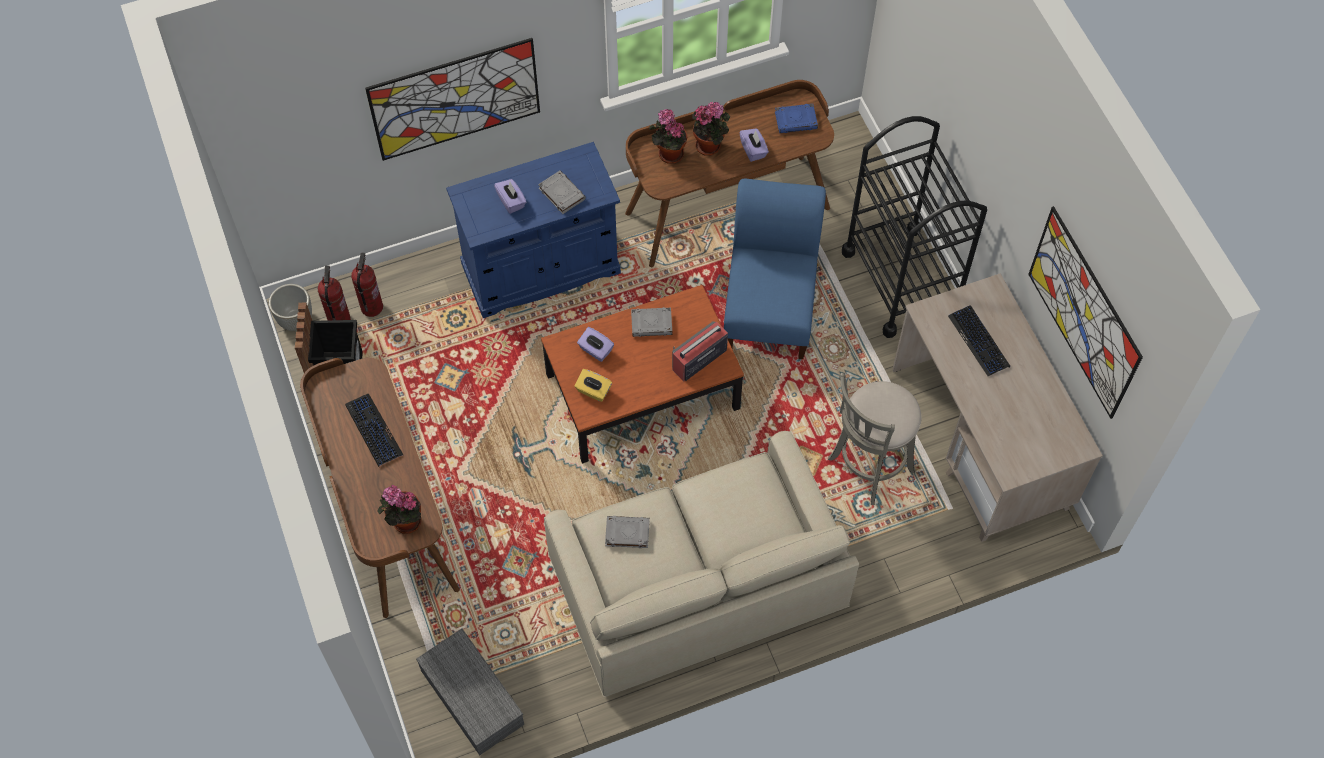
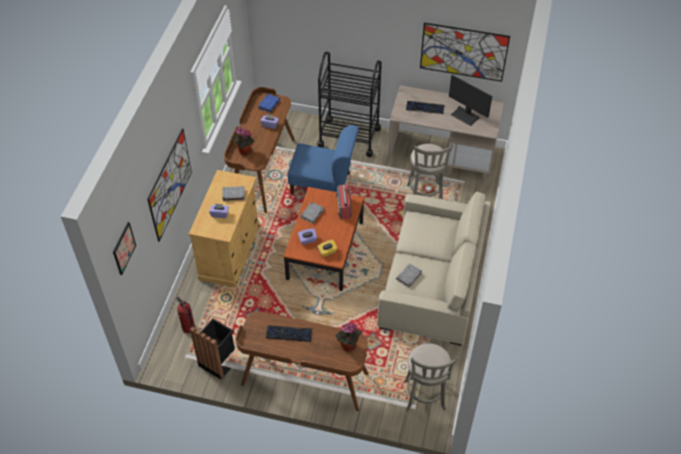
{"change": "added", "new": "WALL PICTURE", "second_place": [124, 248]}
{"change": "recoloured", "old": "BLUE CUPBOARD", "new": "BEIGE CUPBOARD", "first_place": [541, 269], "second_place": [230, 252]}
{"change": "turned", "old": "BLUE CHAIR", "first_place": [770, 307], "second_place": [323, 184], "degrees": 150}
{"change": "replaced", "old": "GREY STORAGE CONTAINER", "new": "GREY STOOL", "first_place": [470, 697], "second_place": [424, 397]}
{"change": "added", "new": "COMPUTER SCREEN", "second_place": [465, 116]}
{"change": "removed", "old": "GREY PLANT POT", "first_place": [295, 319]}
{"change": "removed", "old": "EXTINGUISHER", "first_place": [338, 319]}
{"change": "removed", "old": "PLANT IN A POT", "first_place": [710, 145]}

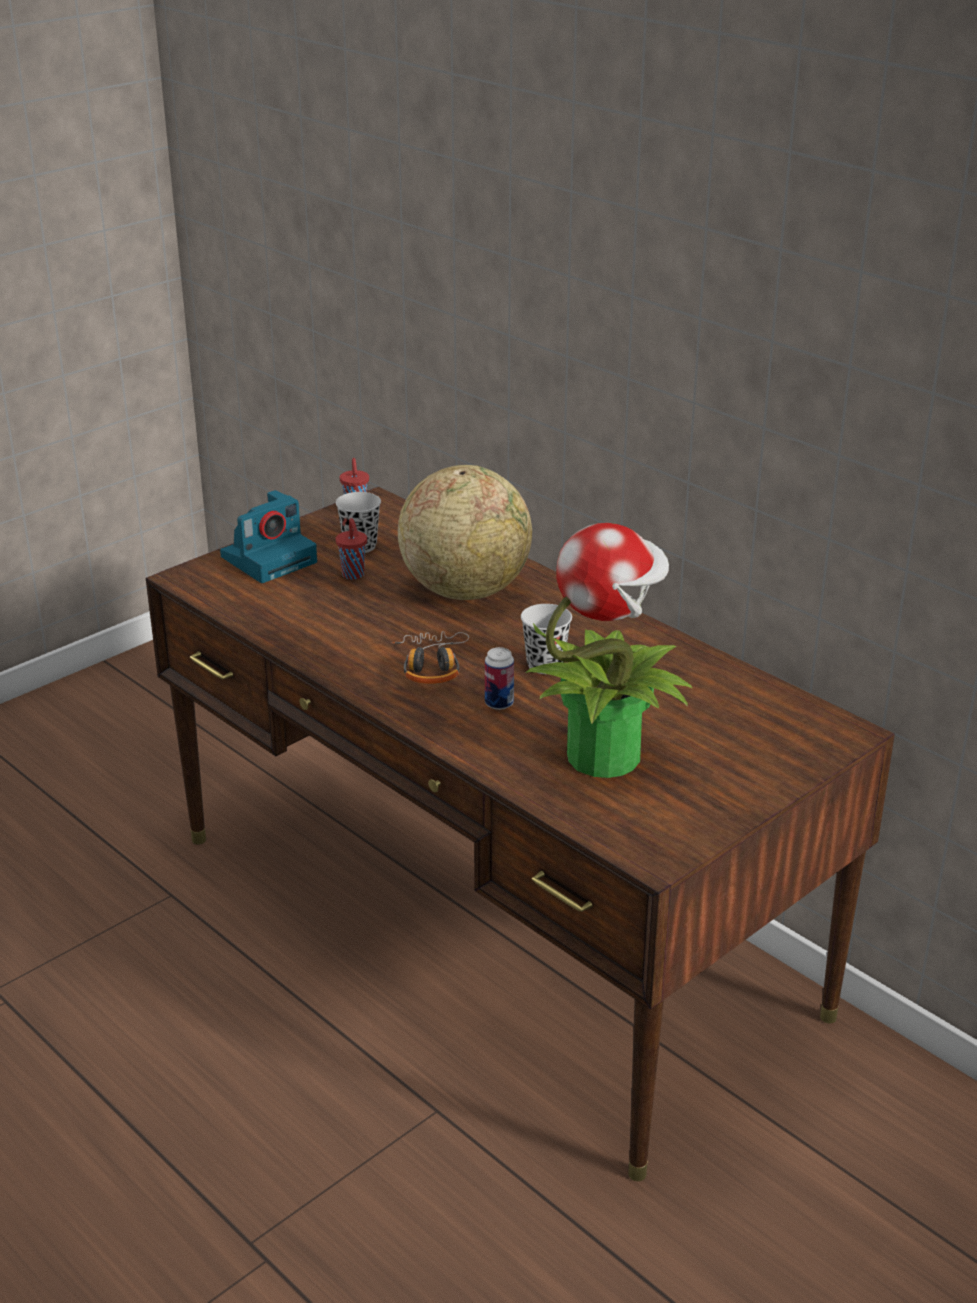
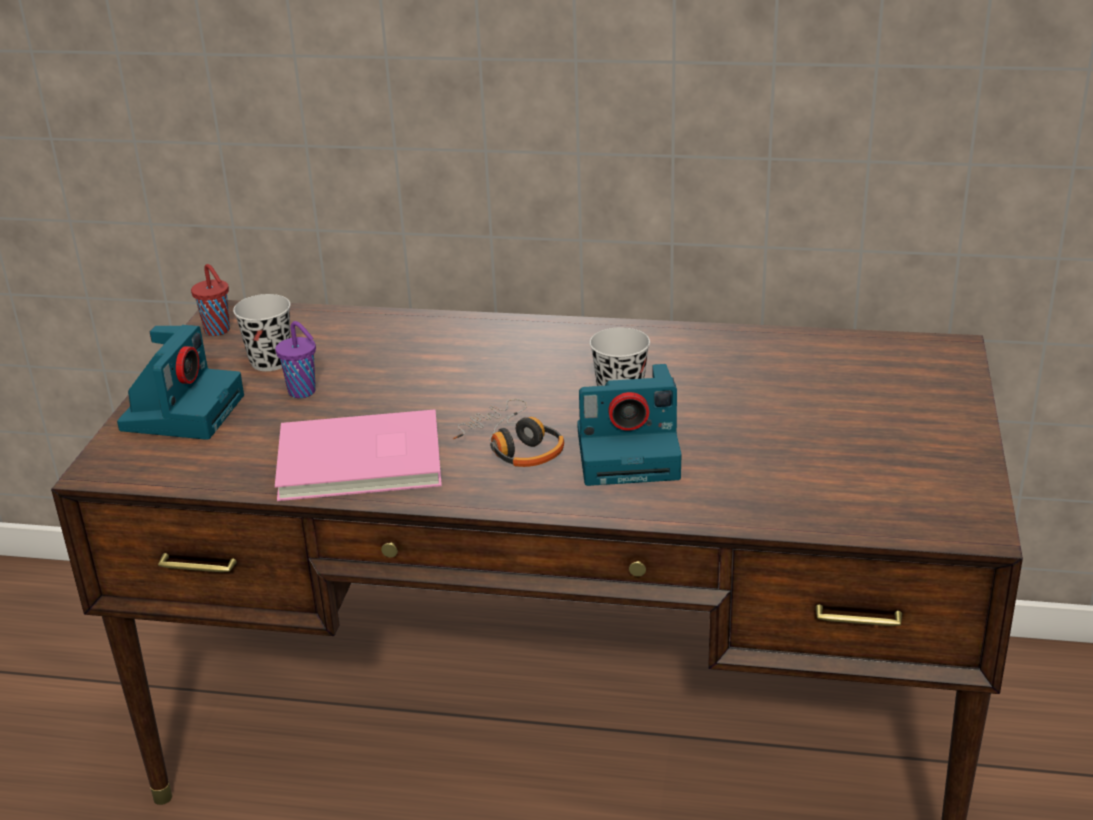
{"change": "recoloured", "old": "RED SMALL CUP", "new": "PURPLE SMALL CUP", "first_place": [353, 575], "second_place": [303, 392]}
{"change": "added", "new": "PINK-COLOURED VOLUME", "second_place": [362, 462]}
{"change": "replaced", "old": "SEALED CAN", "new": "STILL CAMERA", "first_place": [499, 703], "second_place": [630, 453]}
{"change": "removed", "old": "WORLD GLOBE", "first_place": [465, 590]}
{"change": "removed", "old": "PLANT IN A POT", "first_place": [605, 755]}

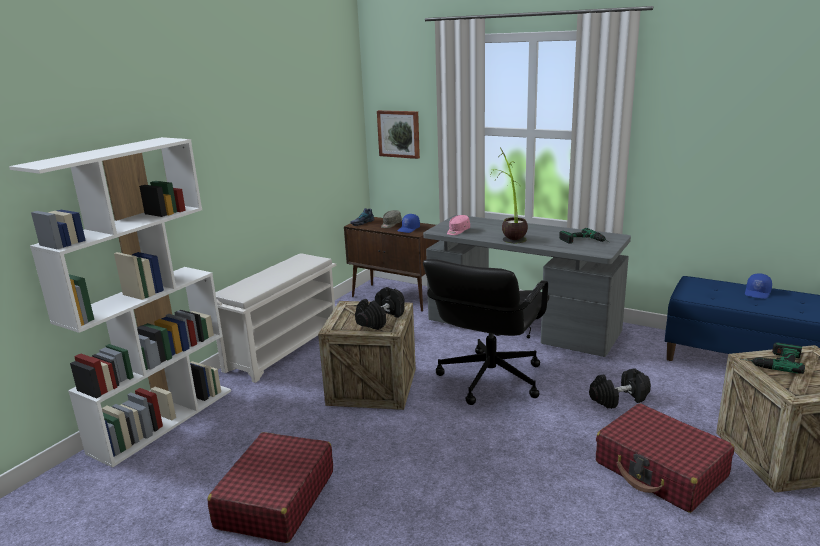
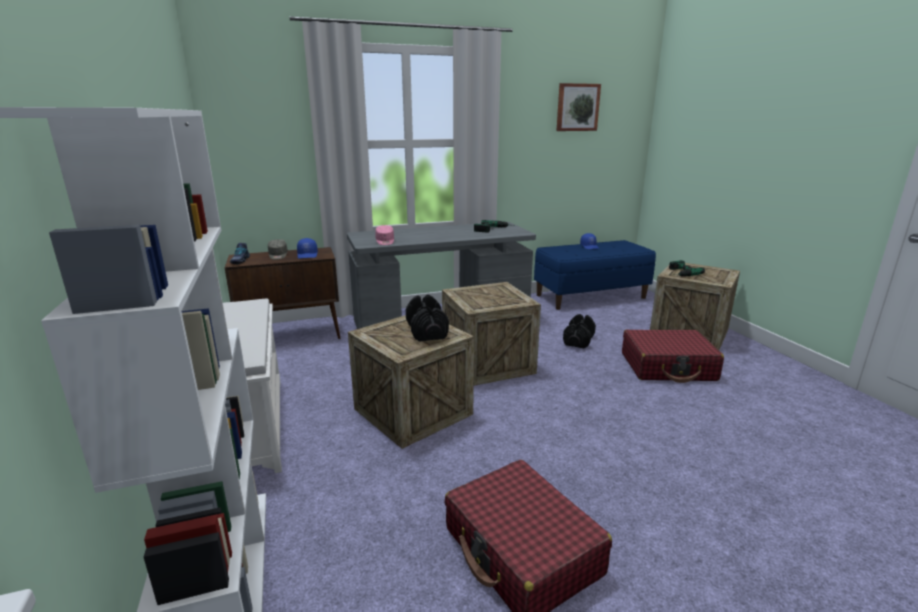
{"change": "replaced", "old": "BLACK-COLOURED OFFICE CHAIR", "new": "CRATE", "first_place": [489, 379], "second_place": [487, 363]}
{"change": "moved", "old": "WALL PICTURE", "first_place": [399, 134], "second_place": [577, 107]}
{"change": "removed", "old": "PLANT IN A POT", "first_place": [510, 235]}

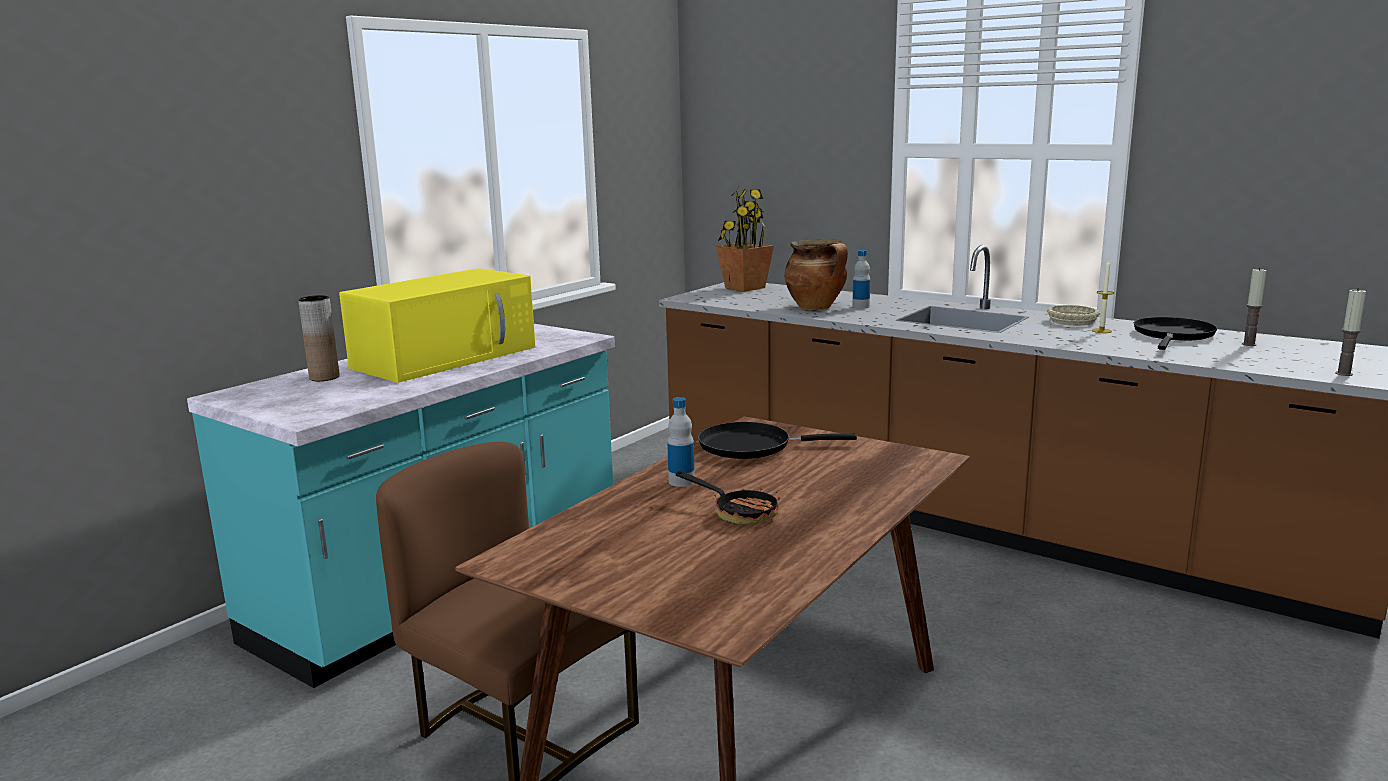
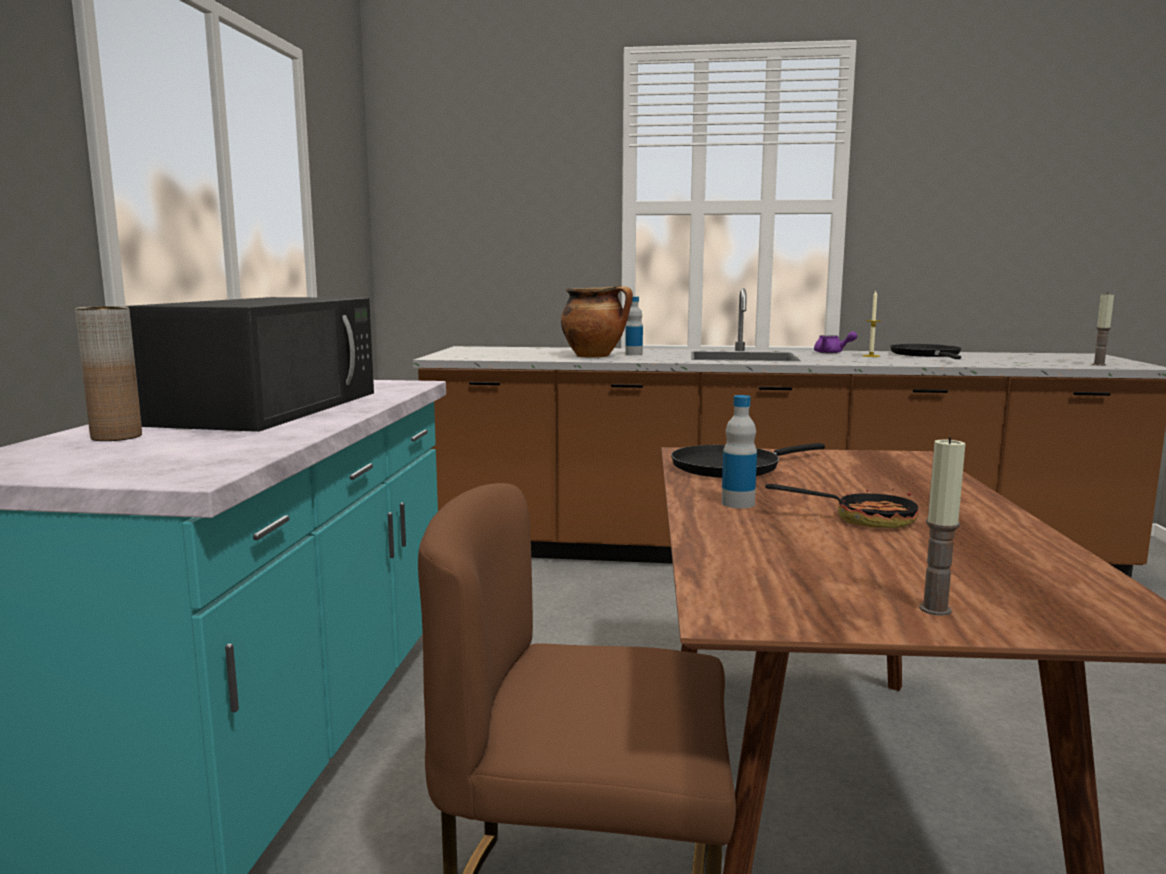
{"change": "recoloured", "old": "YELLOW-COLOURED MICROWAVE", "new": "BLACK-COLOURED MICROWAVE", "first_place": [447, 357], "second_place": [270, 407]}
{"change": "replaced", "old": "BEIGE SERVING BOWL", "new": "PURPLE POT FOR TEA", "first_place": [1072, 321], "second_place": [832, 353]}
{"change": "moved", "old": "CANDLE", "first_place": [1249, 344], "second_place": [935, 609]}
{"change": "removed", "old": "PLANT IN A POT", "first_place": [744, 288]}

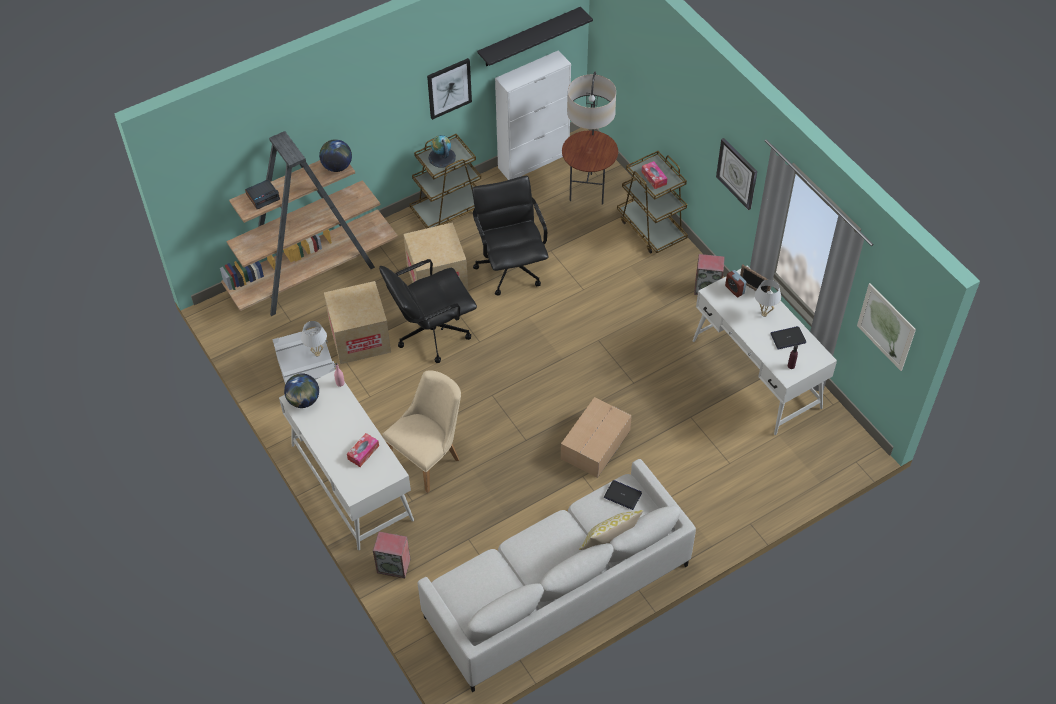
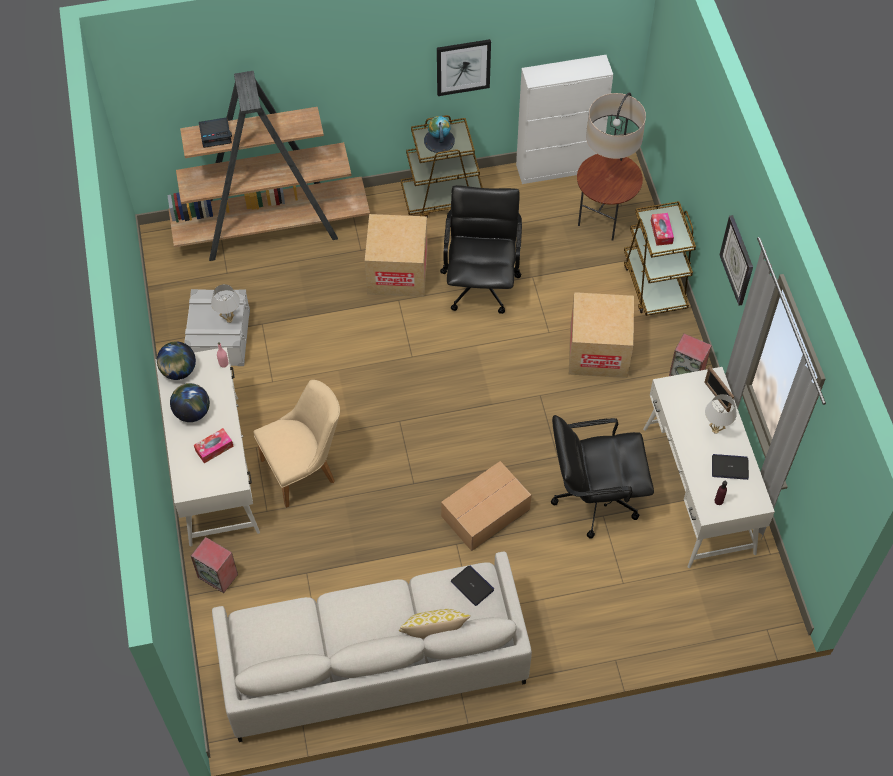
{"change": "moved", "old": "WORLD GLOBE", "first_place": [337, 166], "second_place": [192, 412]}
{"change": "moved", "old": "BLACK-COLOURED OFFICE CHAIR", "first_place": [431, 333], "second_place": [594, 497]}
{"change": "moved", "old": "CARTON", "first_place": [360, 338], "second_place": [598, 351]}
{"change": "removed", "old": "BLACK-COLOURED WALL SHELF", "first_place": [529, 37]}
{"change": "removed", "old": "ALARM CLOCK", "first_place": [734, 290]}
{"change": "removed", "old": "WALL PICTURE", "first_place": [886, 327]}

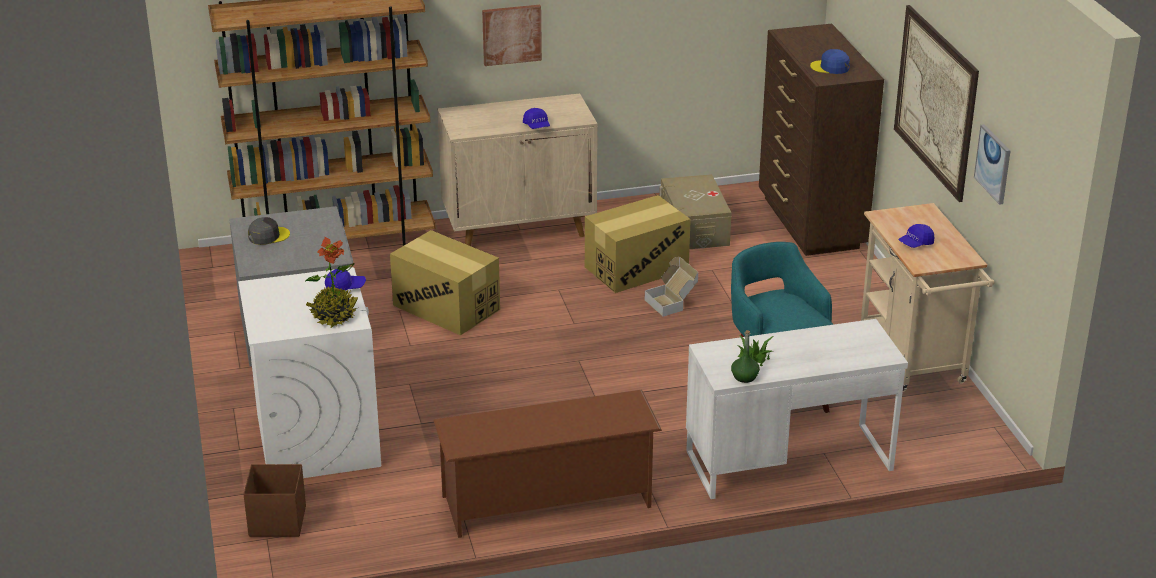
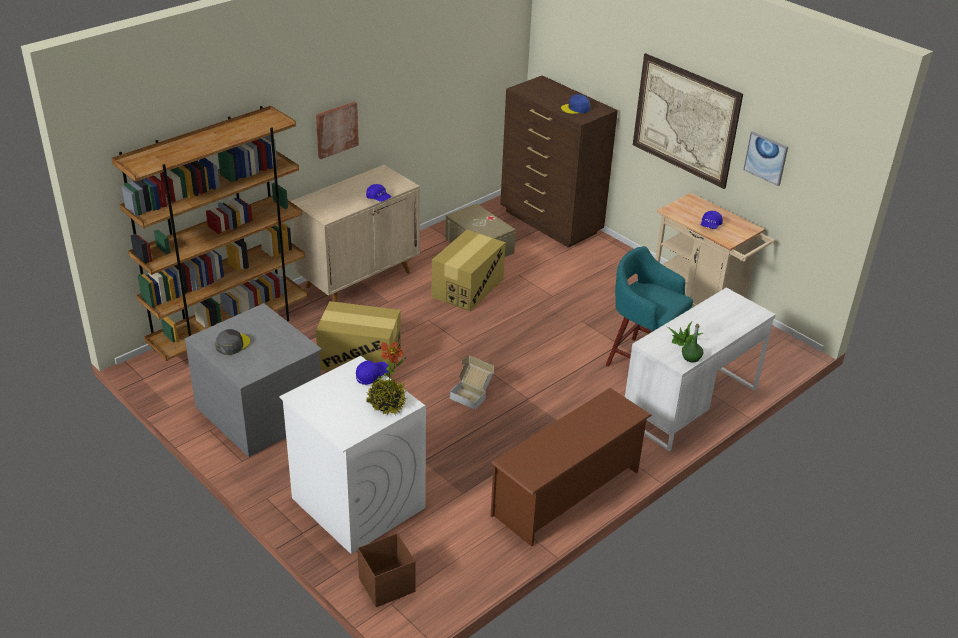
{"change": "moved", "old": "CARTON", "first_place": [672, 303], "second_place": [472, 394]}

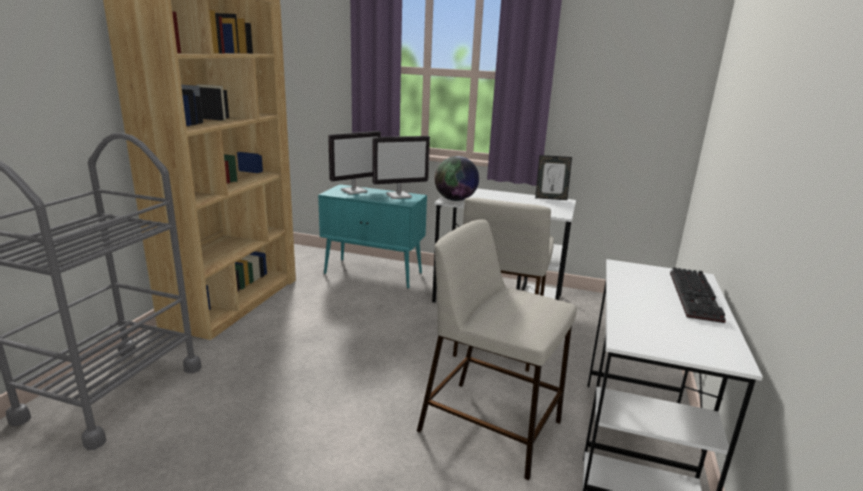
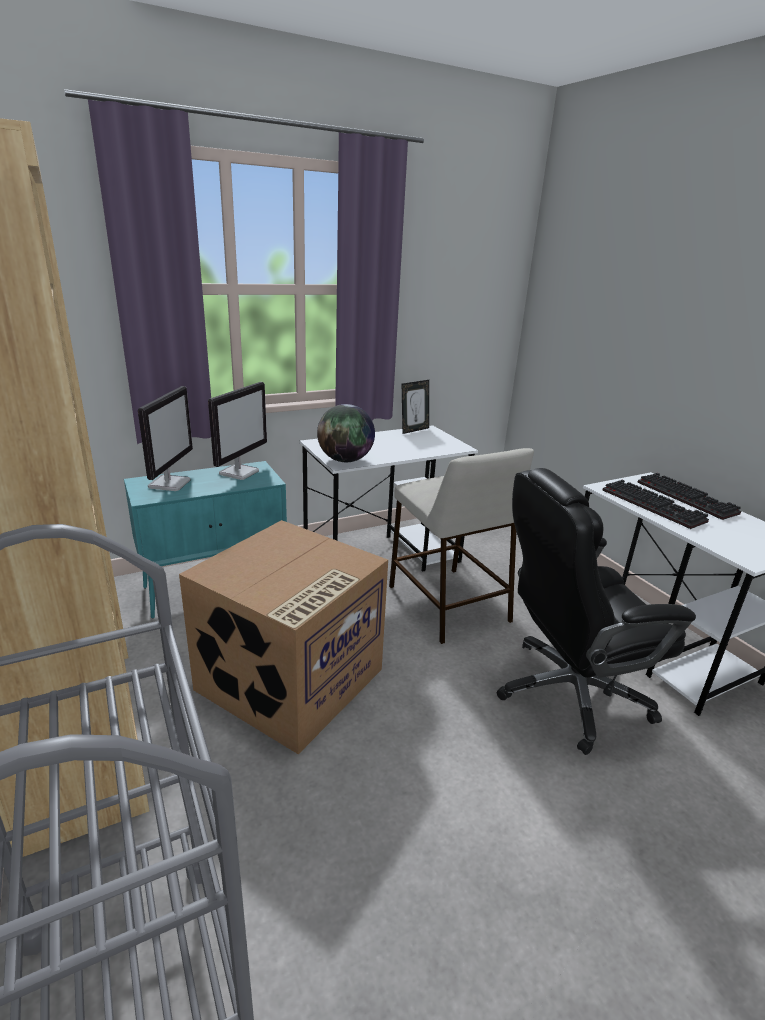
{"change": "added", "new": "CARTON", "second_place": [290, 681]}
{"change": "replaced", "old": "BEIGE STOOL", "new": "BLACK-COLOURED OFFICE CHAIR", "first_place": [492, 426], "second_place": [568, 693]}
{"change": "added", "new": "KEYBOARD", "second_place": [655, 506]}

